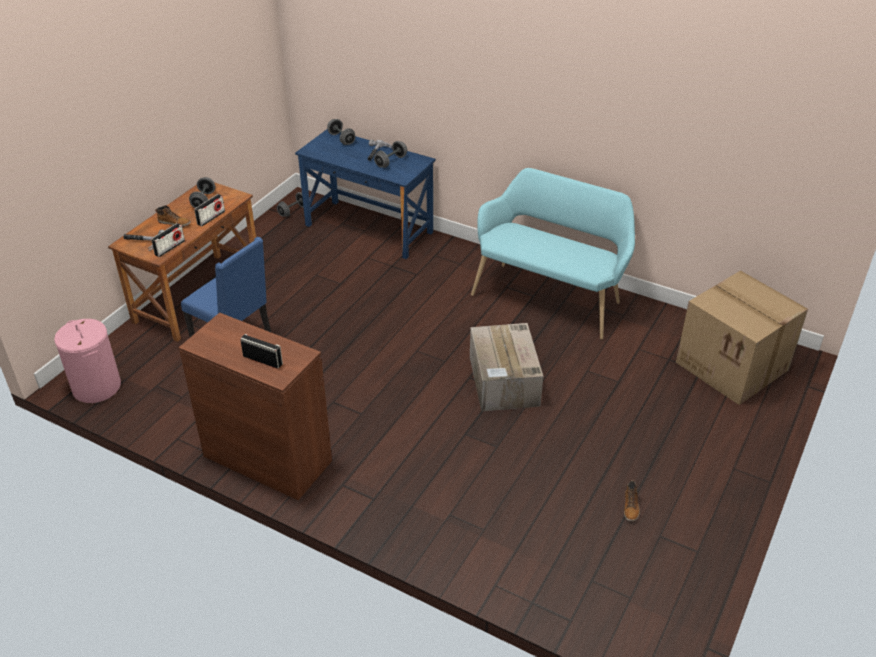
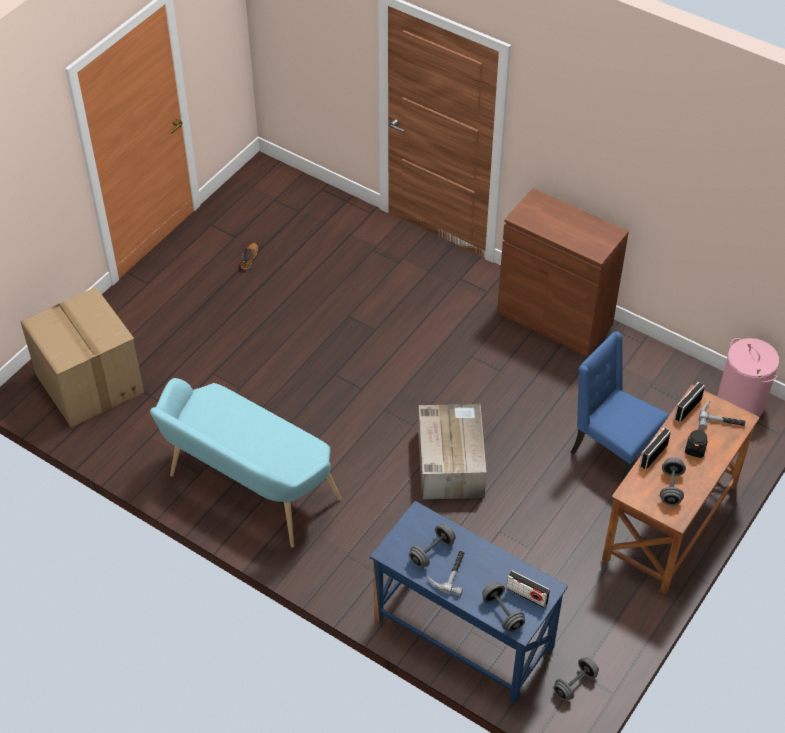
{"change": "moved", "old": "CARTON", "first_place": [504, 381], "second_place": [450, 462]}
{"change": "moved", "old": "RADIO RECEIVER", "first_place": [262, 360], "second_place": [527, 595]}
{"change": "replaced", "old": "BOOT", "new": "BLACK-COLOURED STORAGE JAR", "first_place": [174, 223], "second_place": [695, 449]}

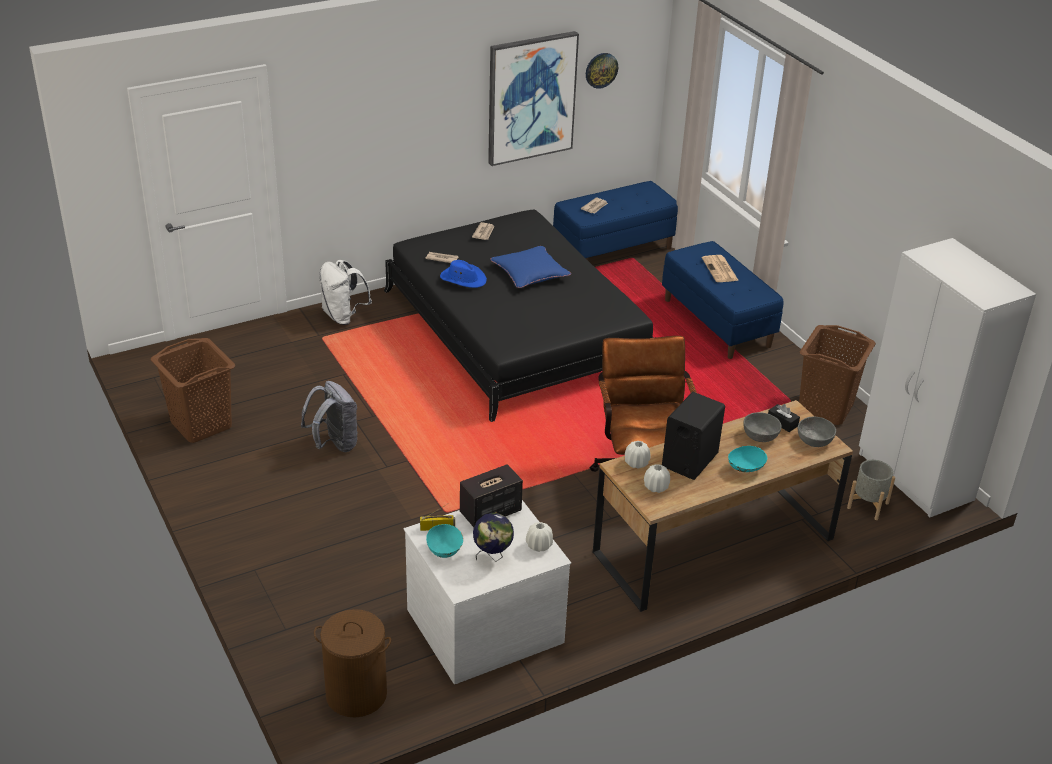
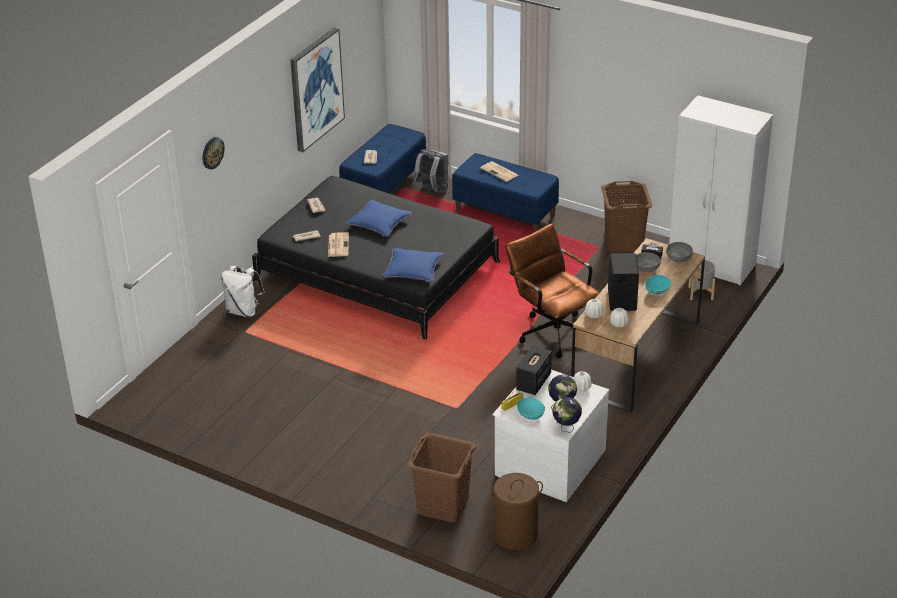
{"change": "moved", "old": "HANGING CLOCK", "first_place": [601, 70], "second_place": [212, 152]}
{"change": "replaced", "old": "BLUE HAT", "new": "NEWSPAPER", "first_place": [463, 278], "second_place": [338, 245]}
{"change": "added", "new": "BLUE CUSHION", "second_place": [413, 270]}
{"change": "moved", "old": "BROWN HAMPER", "first_place": [201, 424], "second_place": [443, 505]}
{"change": "moved", "old": "GREY RUCKSACK", "first_place": [334, 444], "second_place": [432, 191]}
{"change": "added", "new": "WORLD GLOBE", "second_place": [566, 428]}

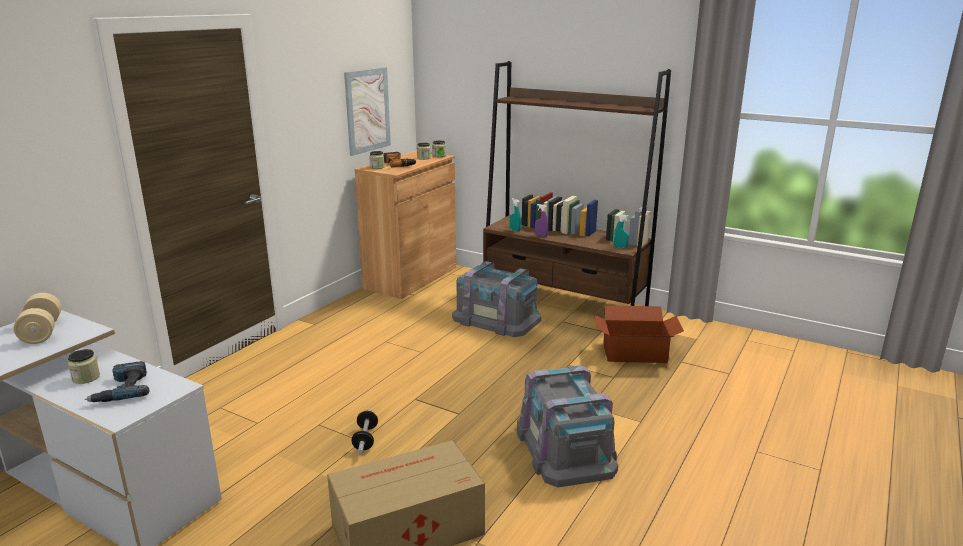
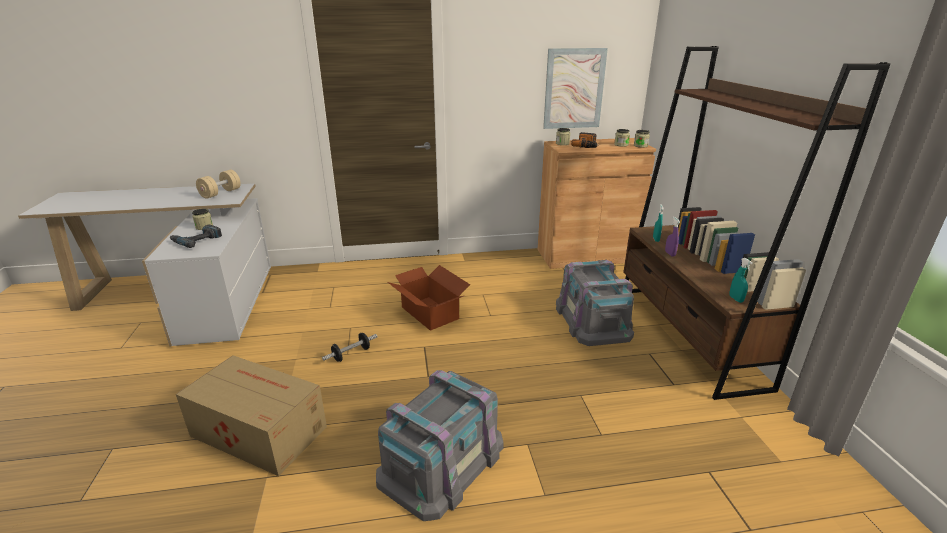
{"change": "moved", "old": "CARTON", "first_place": [635, 353], "second_place": [429, 313]}

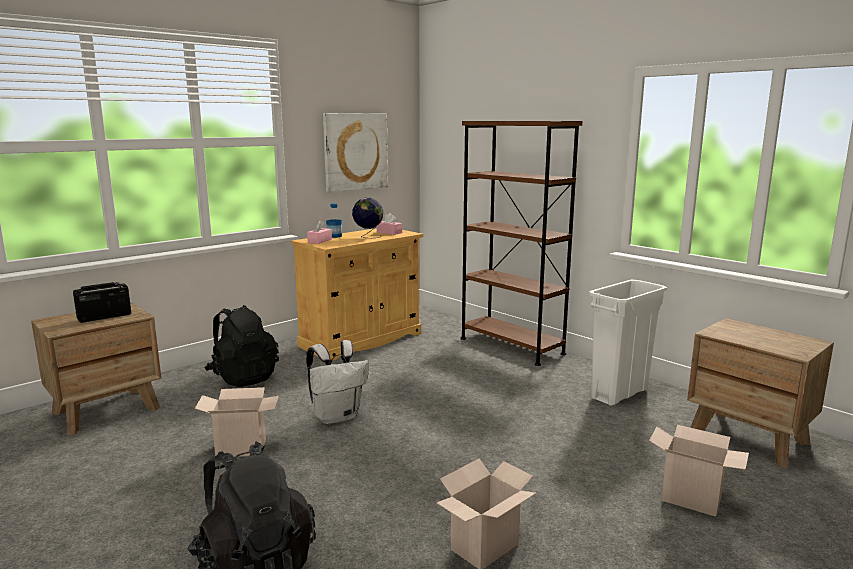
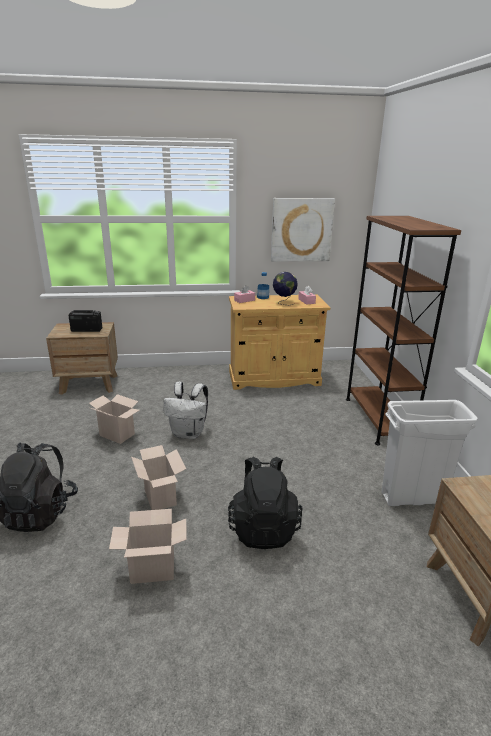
{"change": "moved", "old": "CARTON", "first_place": [693, 499], "second_place": [161, 498]}
{"change": "moved", "old": "BLACK-COLOURED RUCKSACK", "first_place": [243, 377], "second_place": [263, 528]}

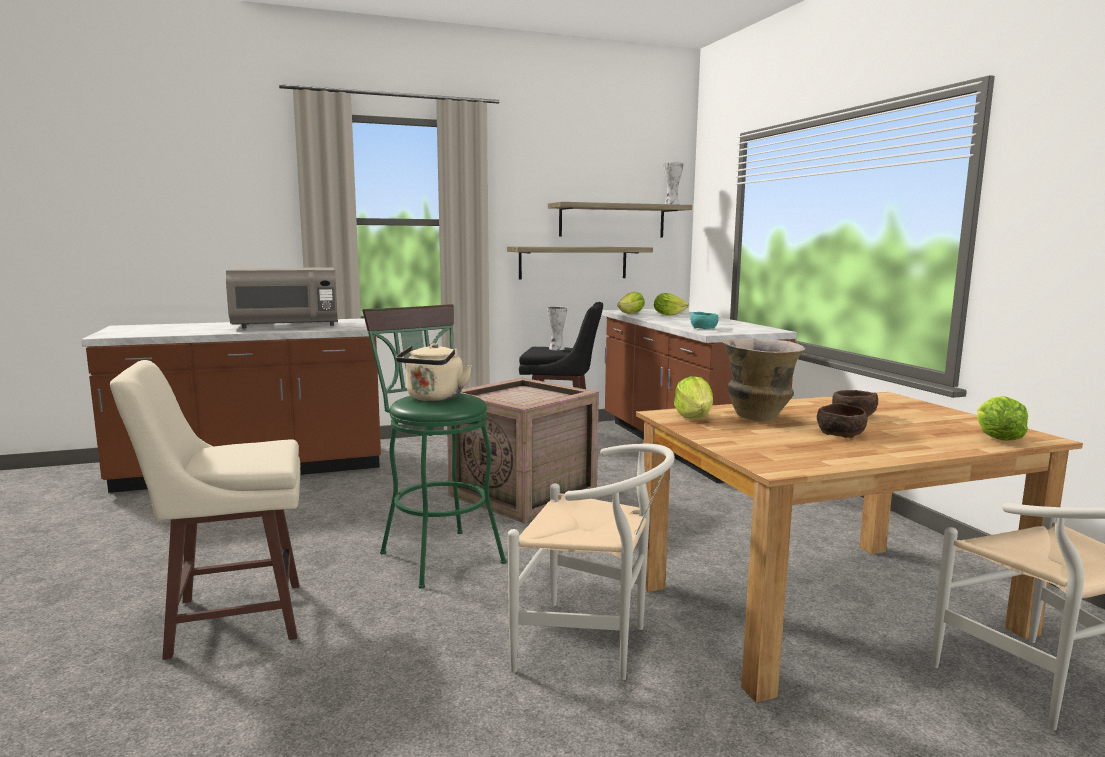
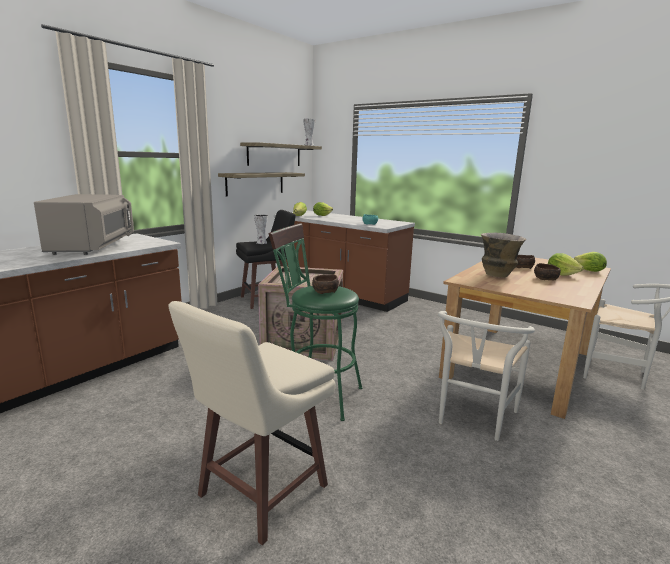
{"change": "turned", "old": "GREY MICROWAVE", "first_place": [286, 326], "second_place": [93, 247], "degrees": -45}
{"change": "replaced", "old": "BEIGE KETTLE", "new": "BROWN SERVING BOWL", "first_place": [433, 398], "second_place": [324, 292]}
{"change": "turned", "old": "WHITE CHAIR", "first_place": [592, 645], "second_place": [472, 418], "degrees": 135}
{"change": "moved", "old": "HEAD OF LETTUCE", "first_place": [694, 417], "second_place": [561, 274]}

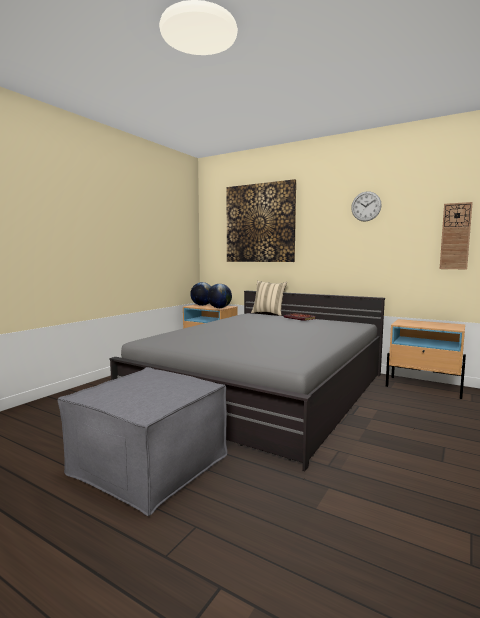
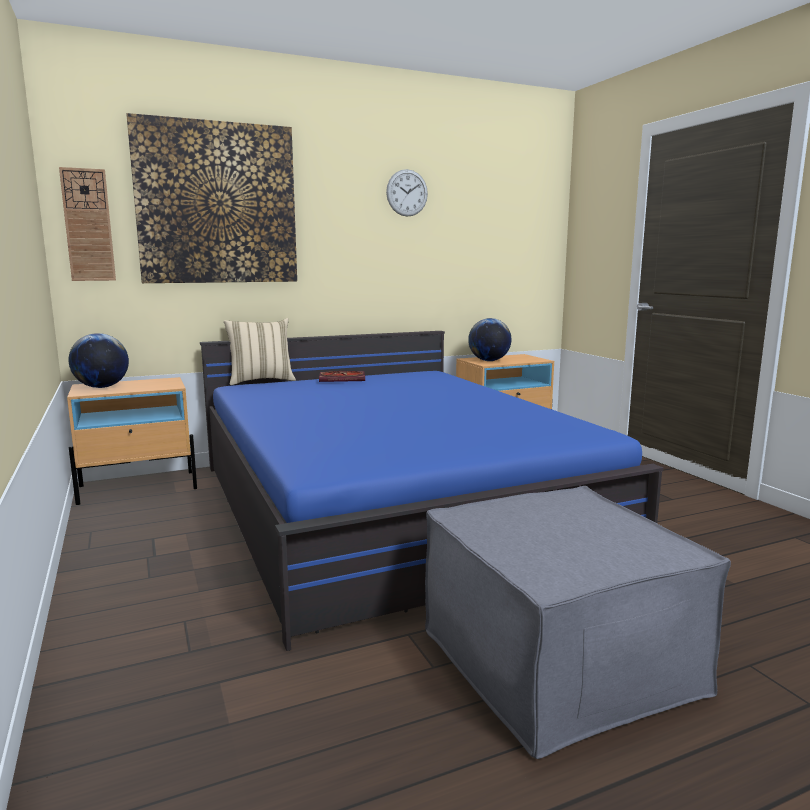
{"change": "moved", "old": "HANGING CLOCK", "first_place": [455, 236], "second_place": [88, 225]}
{"change": "recoloured", "old": "GREY BED", "new": "BLUE BED", "first_place": [265, 390], "second_place": [390, 506]}
{"change": "moved", "old": "WORLD GLOBE", "first_place": [219, 308], "second_place": [489, 361]}

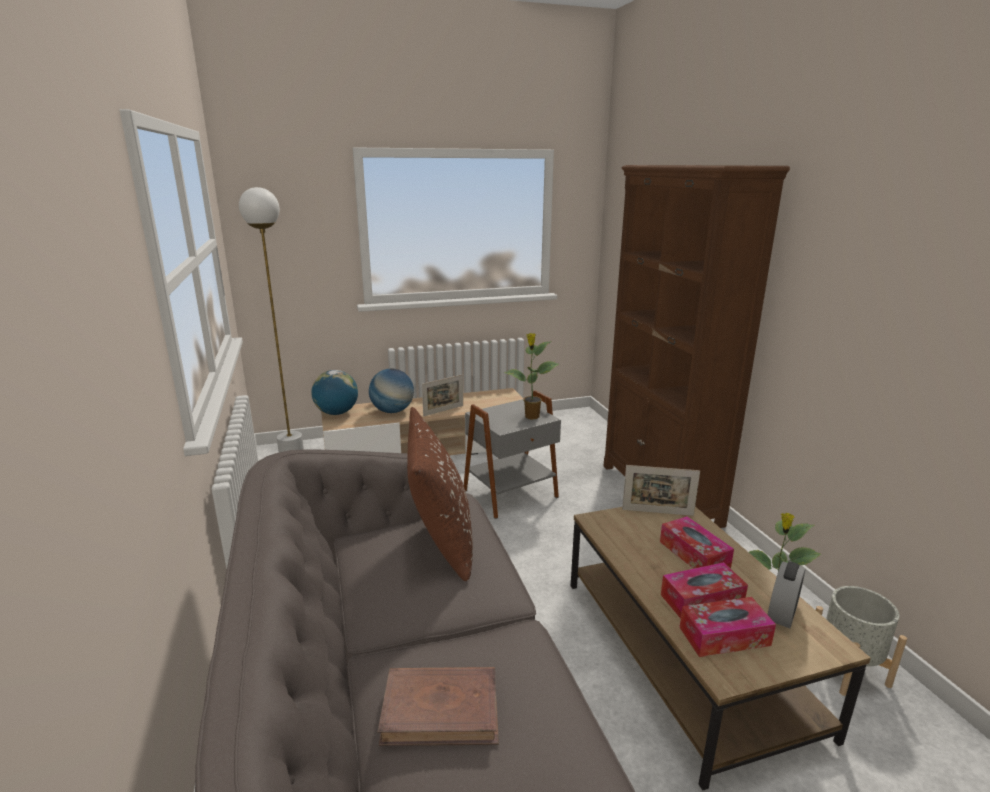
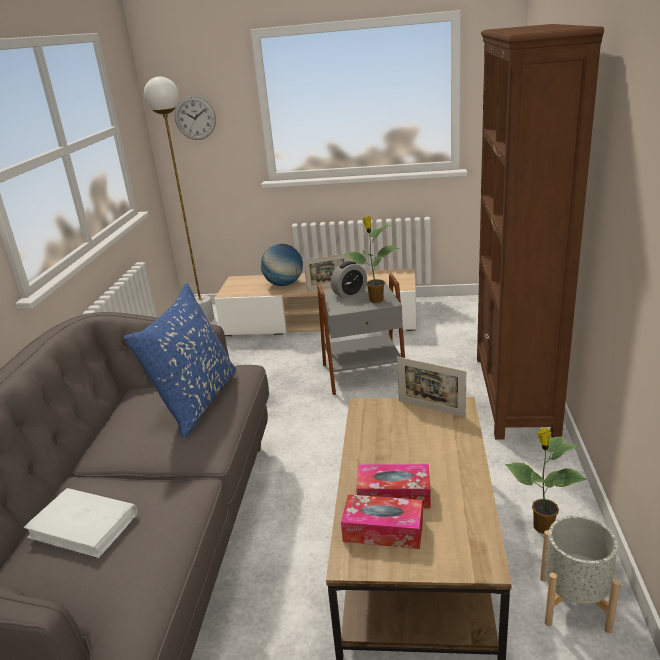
{"change": "recoloured", "old": "BROWN VOLUME", "new": "WHITE VOLUME", "first_place": [441, 710], "second_place": [84, 526]}
{"change": "recoloured", "old": "BROWN CUSHION", "new": "BLUE CUSHION", "first_place": [440, 540], "second_place": [196, 401]}
{"change": "added", "new": "HANGING CLOCK", "second_place": [195, 118]}
{"change": "moved", "old": "ALARM CLOCK", "first_place": [782, 613], "second_place": [349, 293]}
{"change": "removed", "old": "WORLD GLOBE", "first_place": [336, 413]}
{"change": "removed", "old": "TISSUE HOLDER", "first_place": [694, 554]}

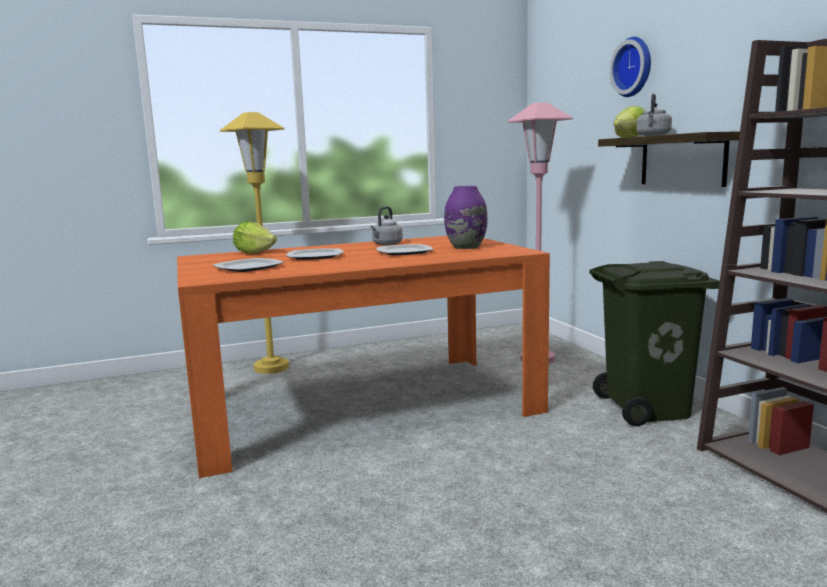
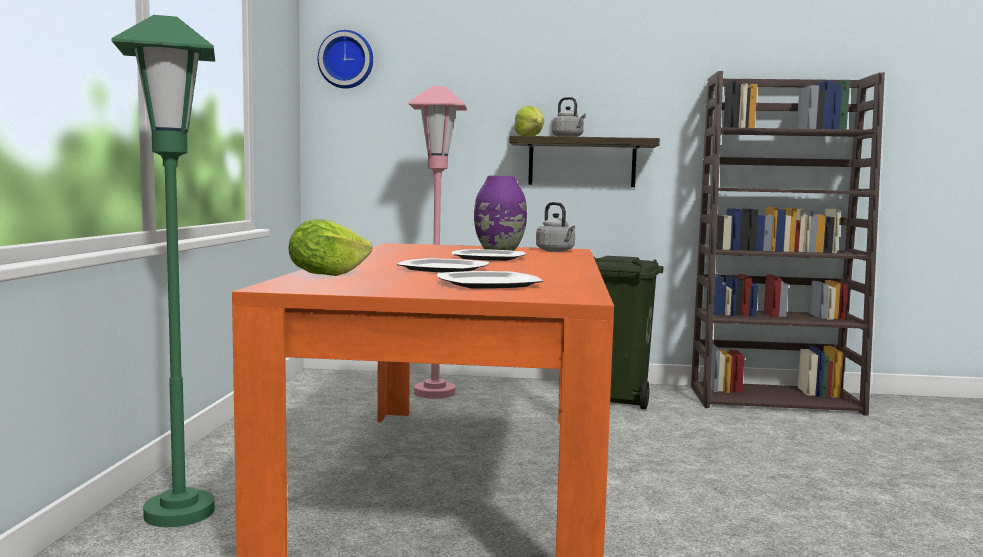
{"change": "recoloured", "old": "YELLOW-COLOURED STANDARD LAMP", "new": "GREEN STANDARD LAMP", "first_place": [271, 368], "second_place": [179, 512]}
{"change": "moved", "old": "HANGING CLOCK", "first_place": [634, 67], "second_place": [346, 60]}
{"change": "moved", "old": "GREY KETTLE", "first_place": [386, 244], "second_place": [556, 251]}

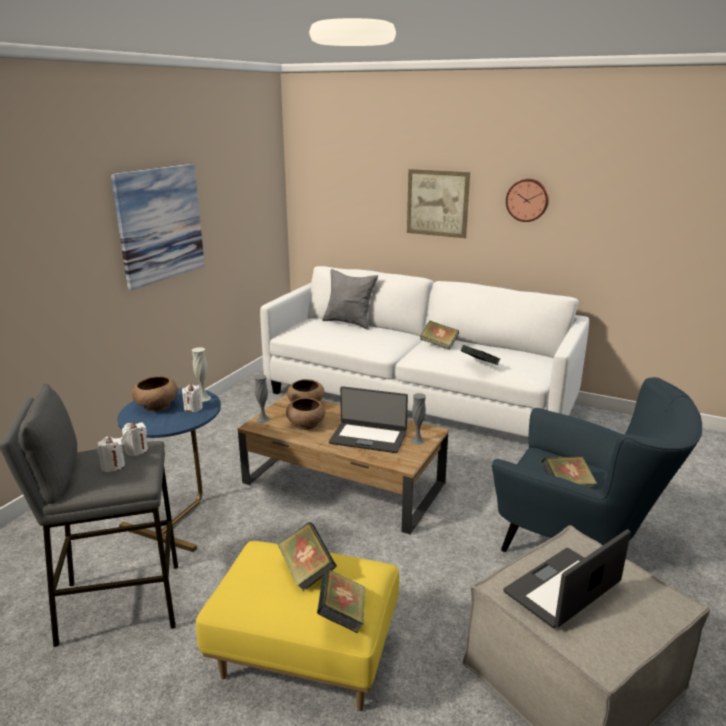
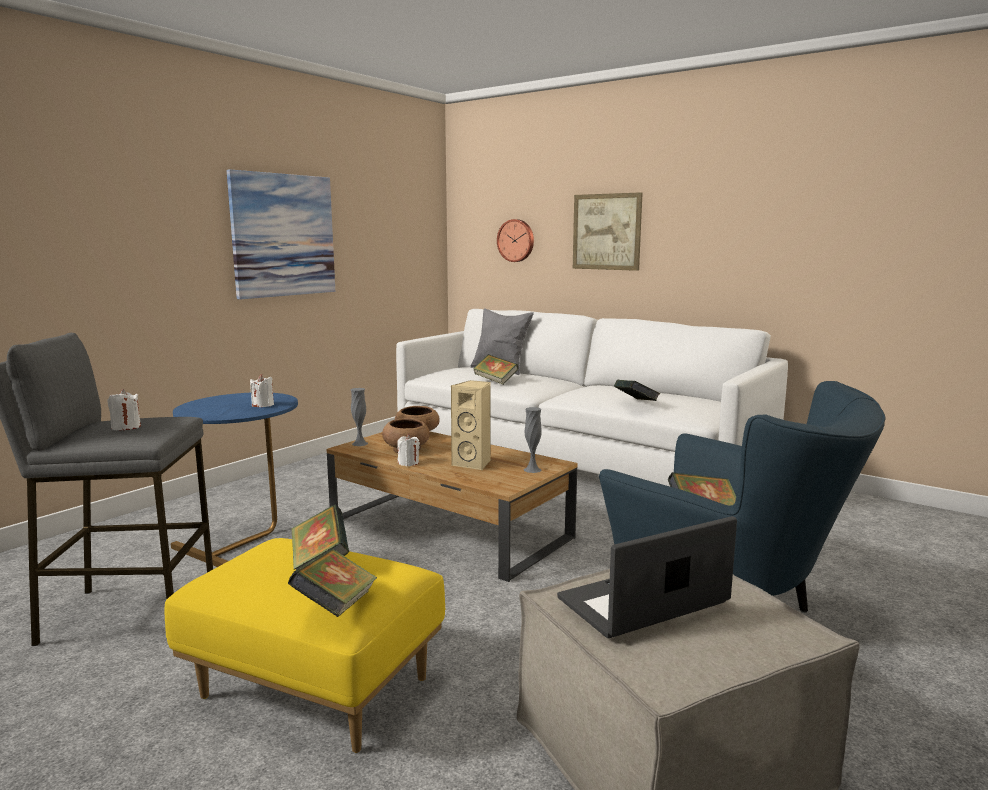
{"change": "moved", "old": "WHITE CANDLE", "first_place": [136, 450], "second_place": [408, 463]}
{"change": "replaced", "old": "PORTABLE COMPUTER", "new": "BEIGE SPEAKER", "first_place": [368, 437], "second_place": [473, 464]}
{"change": "moved", "old": "VOLUME", "first_place": [439, 345], "second_place": [495, 381]}
{"change": "moved", "old": "HANGING CLOCK", "first_place": [527, 200], "second_place": [516, 240]}
{"change": "removed", "old": "BROWN SERVING BOWL", "first_place": [156, 406]}
{"change": "removed", "old": "WHITE DECORATIVE VASE", "first_place": [203, 398]}

